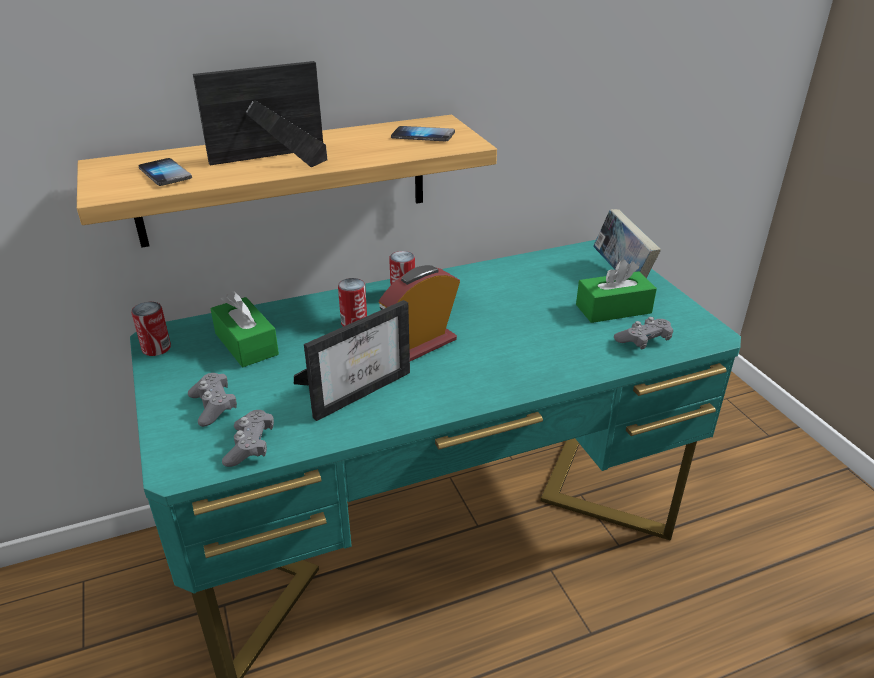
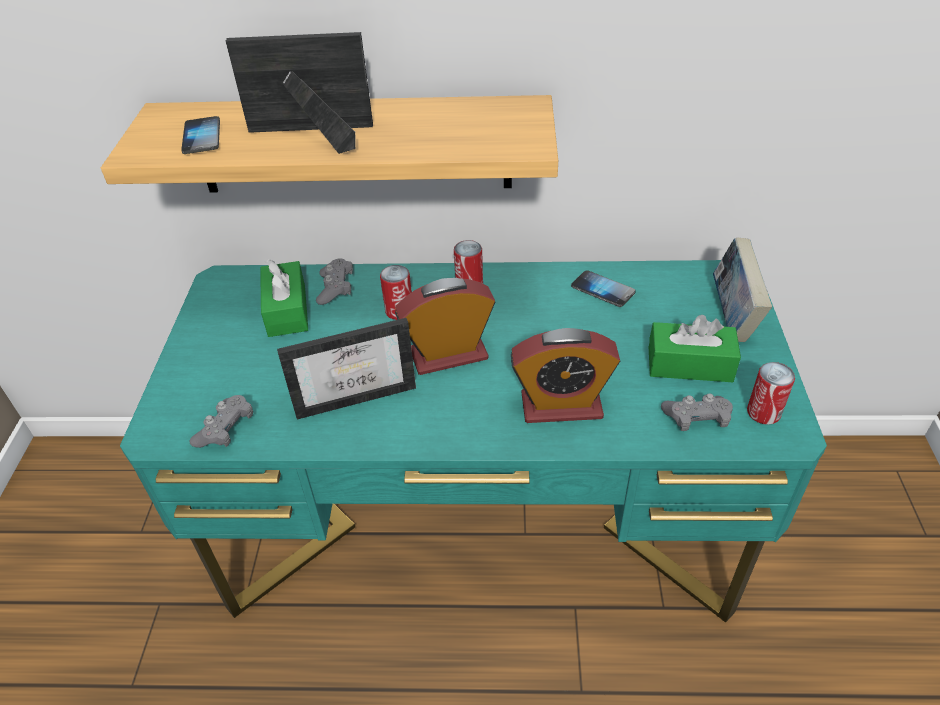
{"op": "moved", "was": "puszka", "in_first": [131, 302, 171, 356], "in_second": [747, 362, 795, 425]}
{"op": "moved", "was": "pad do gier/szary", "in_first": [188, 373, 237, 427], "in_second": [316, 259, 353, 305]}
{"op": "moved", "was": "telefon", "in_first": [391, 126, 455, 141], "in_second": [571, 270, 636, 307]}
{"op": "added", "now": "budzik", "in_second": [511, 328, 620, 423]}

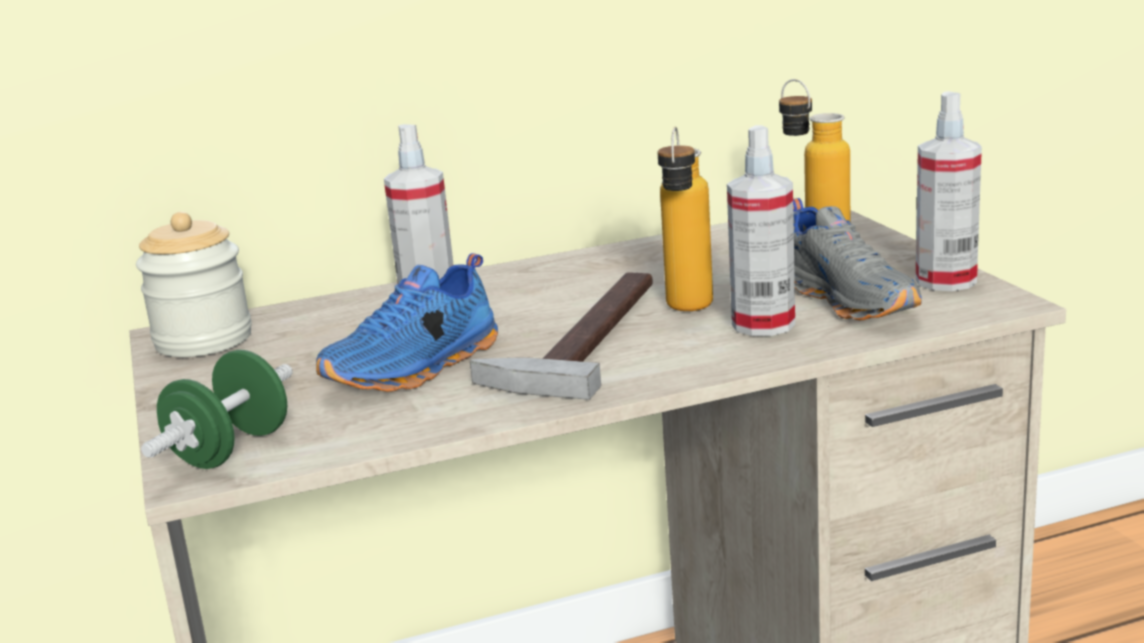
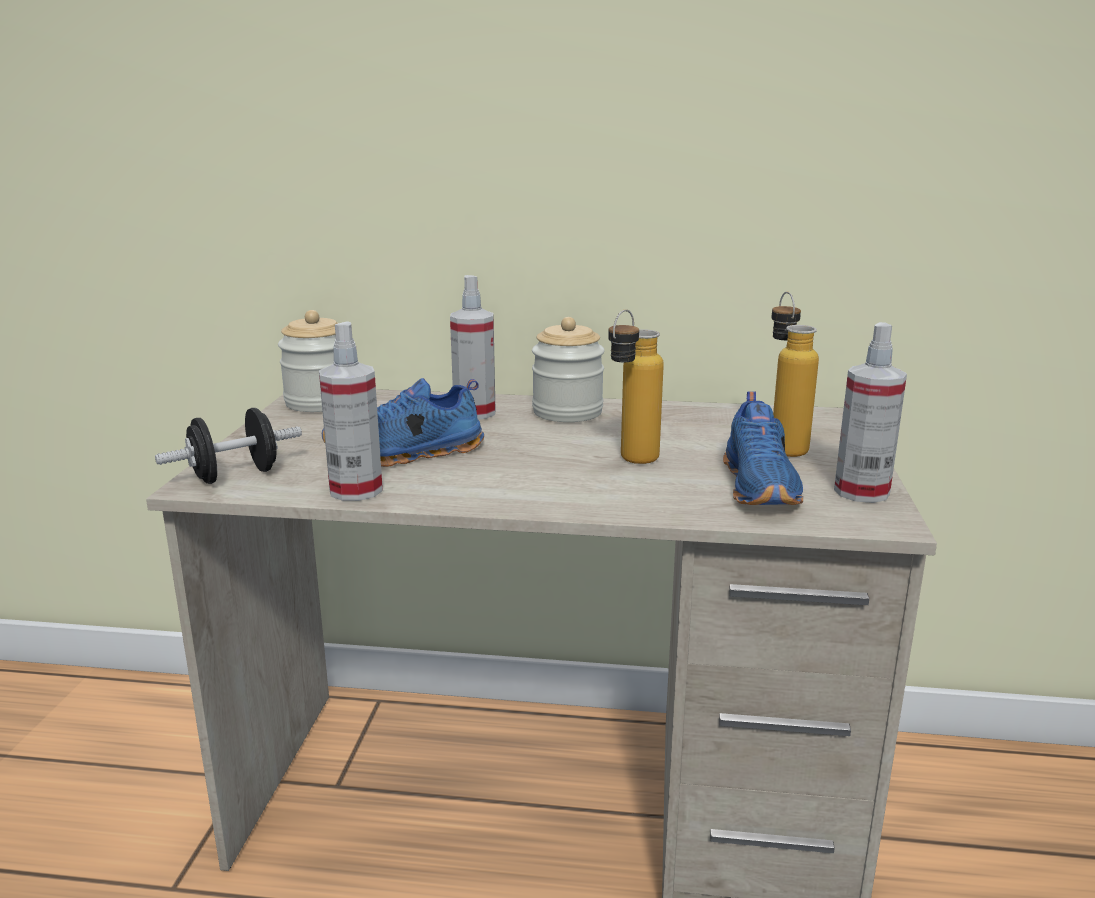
{"op": "recoloured", "was": "hantel/zielony", "now": "hantel/czarny", "in_first": [141, 350, 293, 469], "in_second": [155, 408, 302, 484]}
{"op": "removed", "was": "młotek", "in_first": [470, 272, 653, 400]}
{"op": "moved", "was": "spryskiwacz", "in_first": [727, 125, 795, 336], "in_second": [319, 321, 383, 501]}
{"op": "recoloured", "was": "but/szary", "now": "but/niebieski", "in_first": [793, 198, 922, 320], "in_second": [723, 391, 803, 505]}
{"op": "added", "now": "słoik", "in_second": [532, 317, 605, 422]}

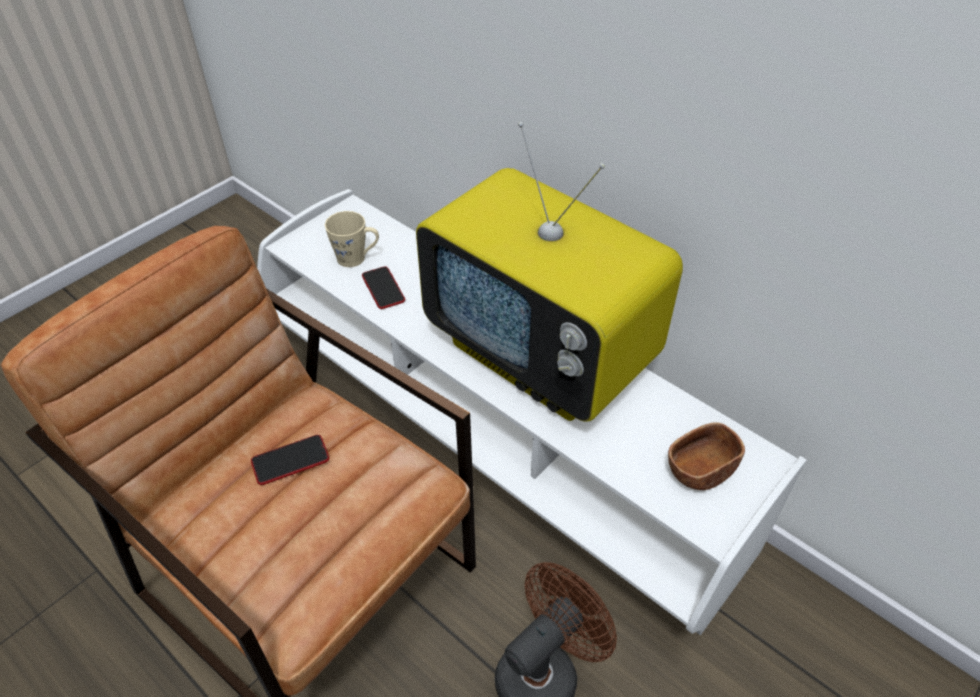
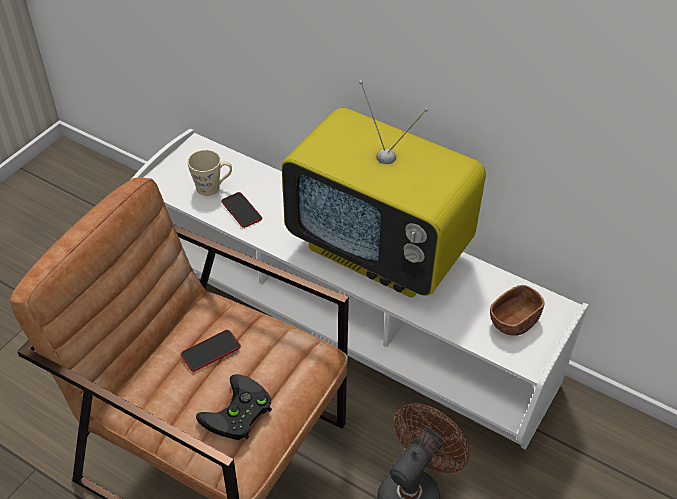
{"op": "added", "now": "pad do gier/czarny", "in_second": [196, 374, 272, 440]}

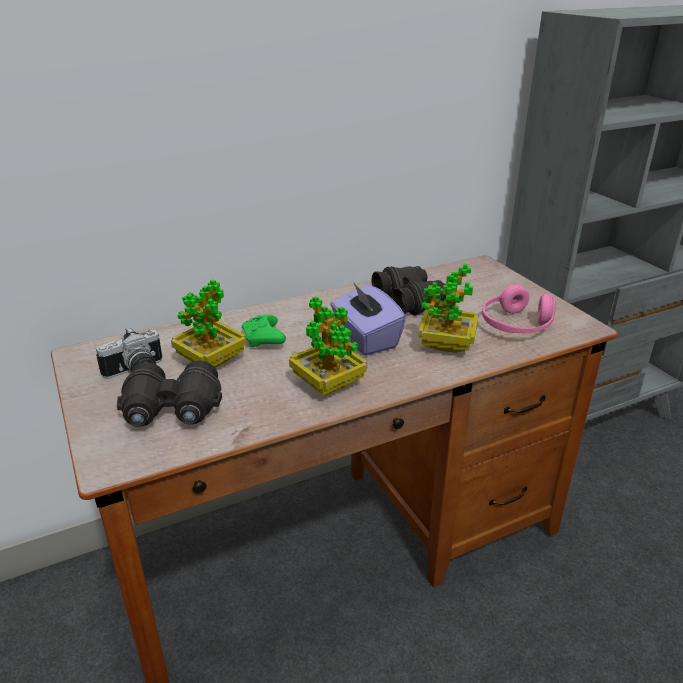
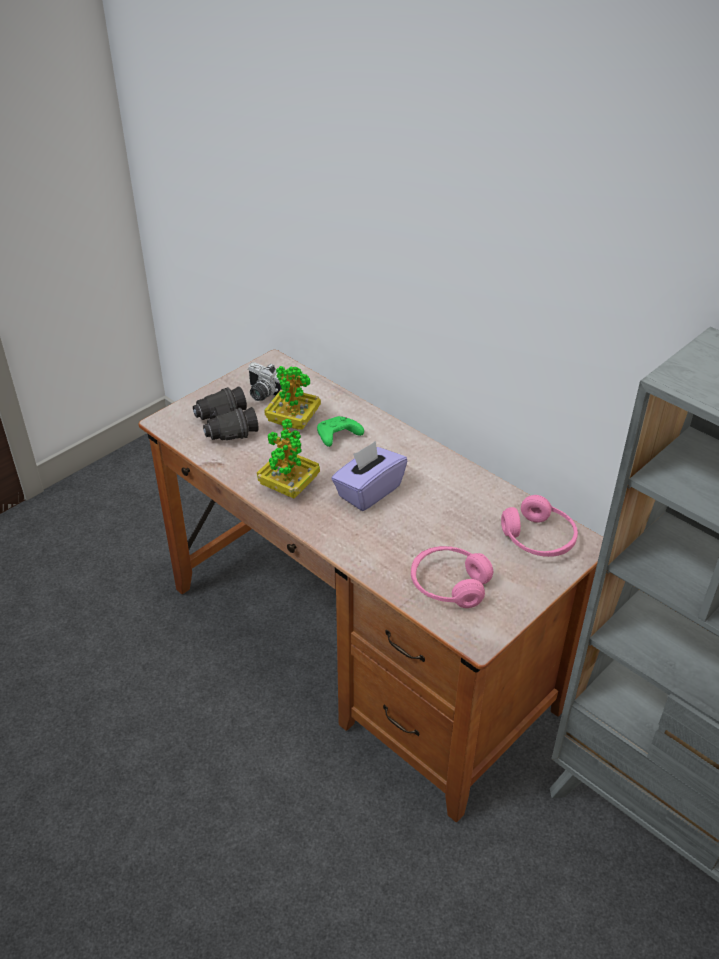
{"op": "removed", "was": "lornetka/czarny", "in_first": [371, 266, 447, 316]}
{"op": "removed", "was": "roślina doniczkowa", "in_first": [418, 264, 478, 353]}
{"op": "added", "now": "słuchawki/różowy", "in_second": [501, 495, 578, 557]}

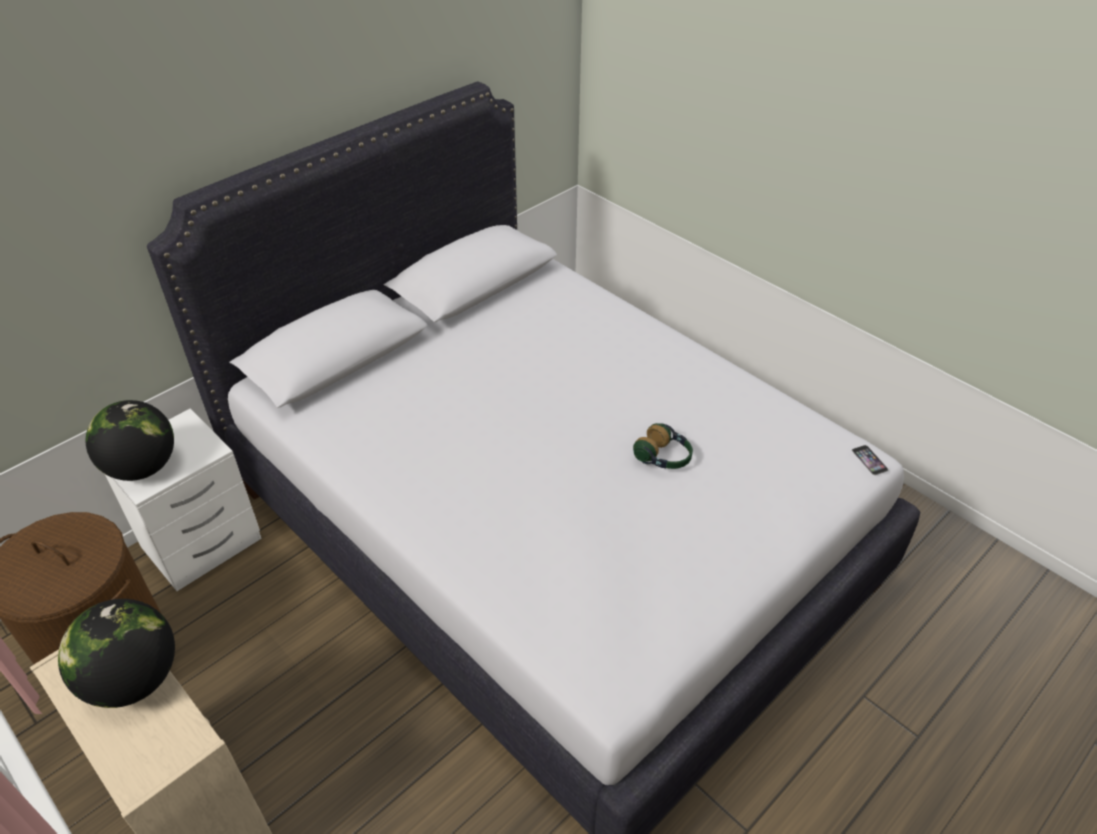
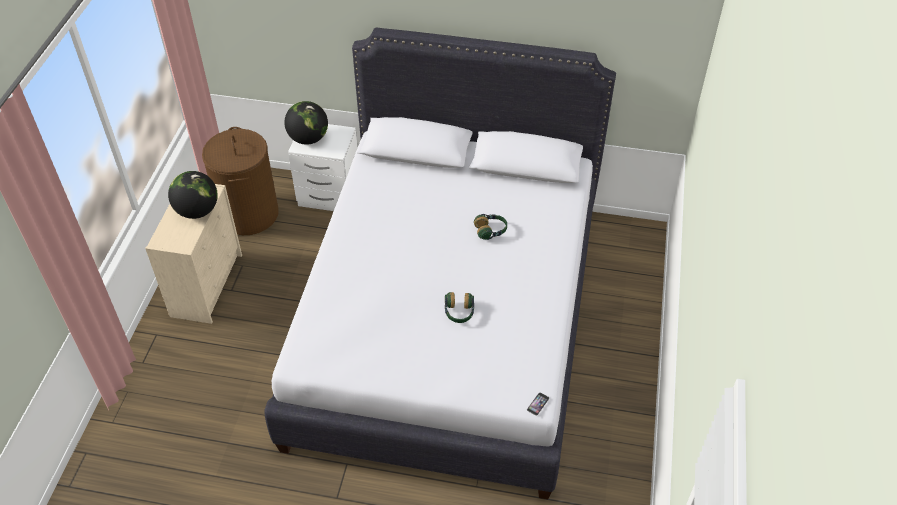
{"op": "added", "now": "słuchawki", "in_second": [474, 214, 507, 240]}

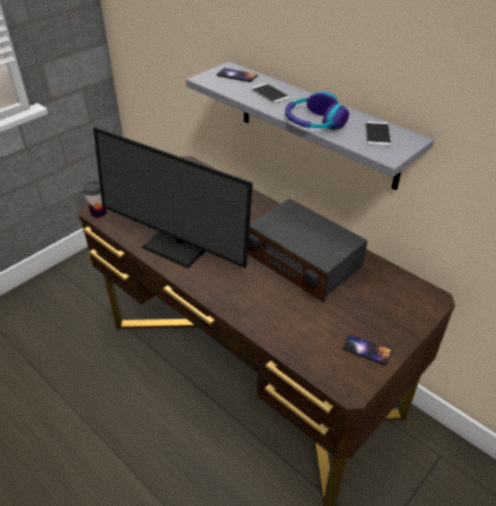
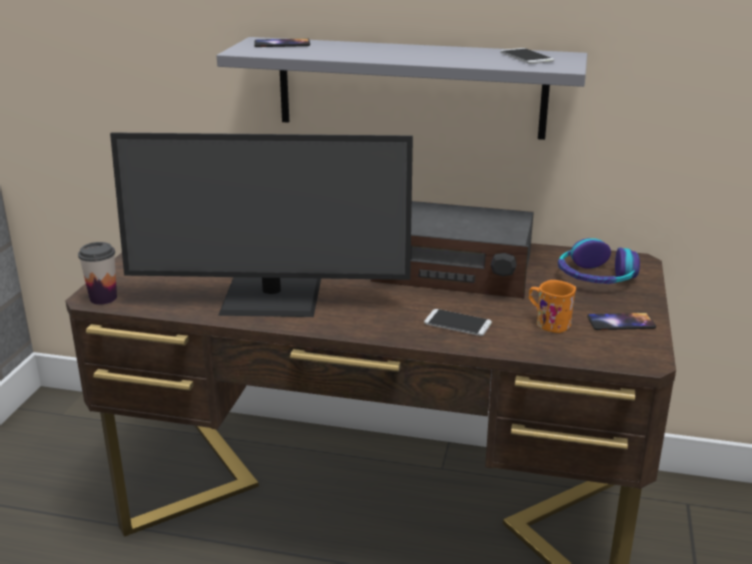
{"op": "moved", "was": "telefon", "in_first": [251, 83, 290, 104], "in_second": [424, 309, 492, 336]}
{"op": "moved", "was": "słuchawki", "in_first": [285, 91, 349, 130], "in_second": [558, 238, 640, 284]}
{"op": "added", "now": "kubek/pomarańczowy", "in_second": [529, 280, 576, 333]}

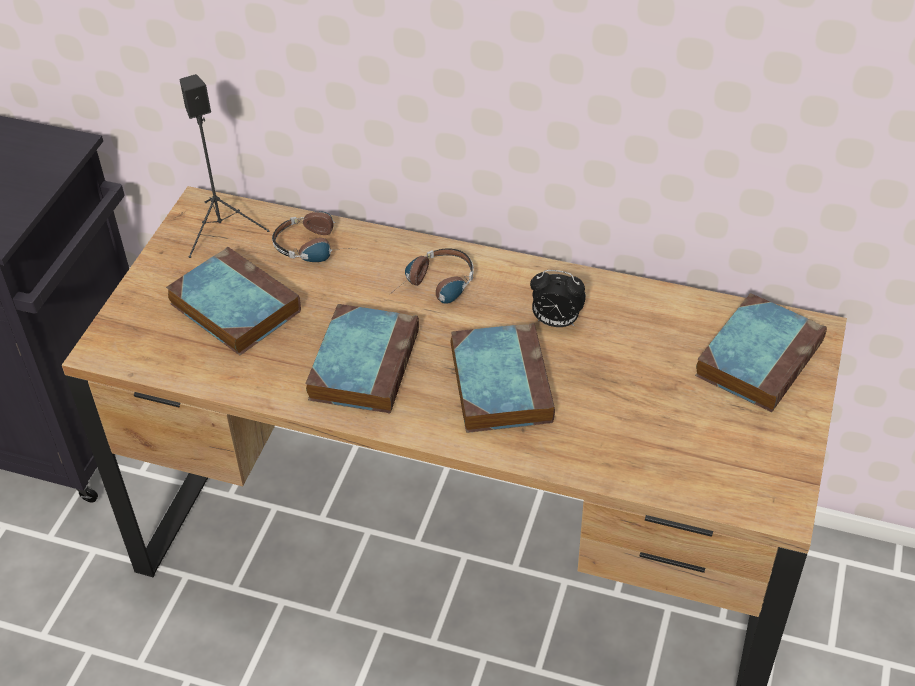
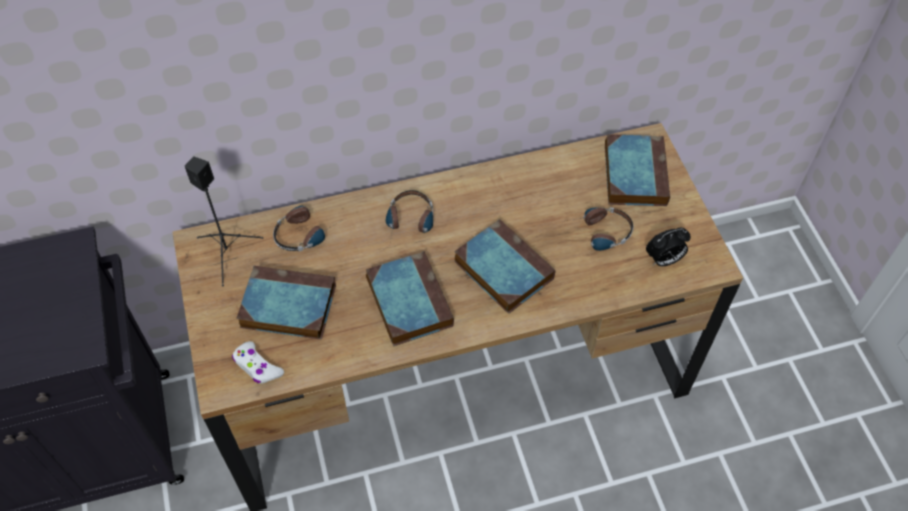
{"op": "moved", "was": "budzik", "in_first": [530, 270, 586, 327], "in_second": [646, 228, 691, 266]}
{"op": "added", "now": "pad do gier/biały", "in_second": [232, 341, 284, 384]}
{"op": "added", "now": "słuchawki", "in_second": [566, 207, 633, 251]}

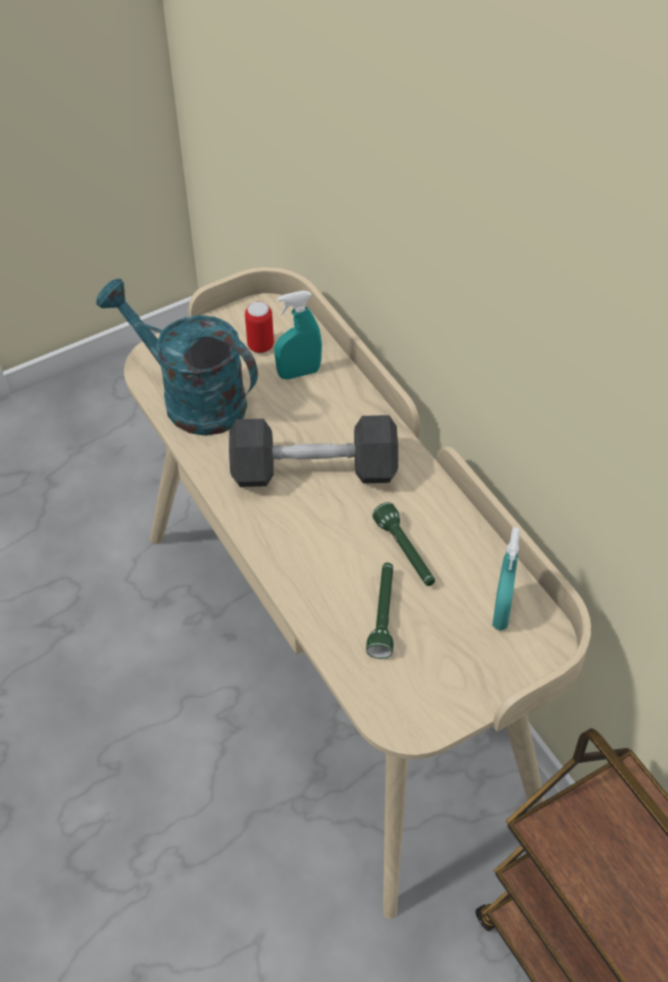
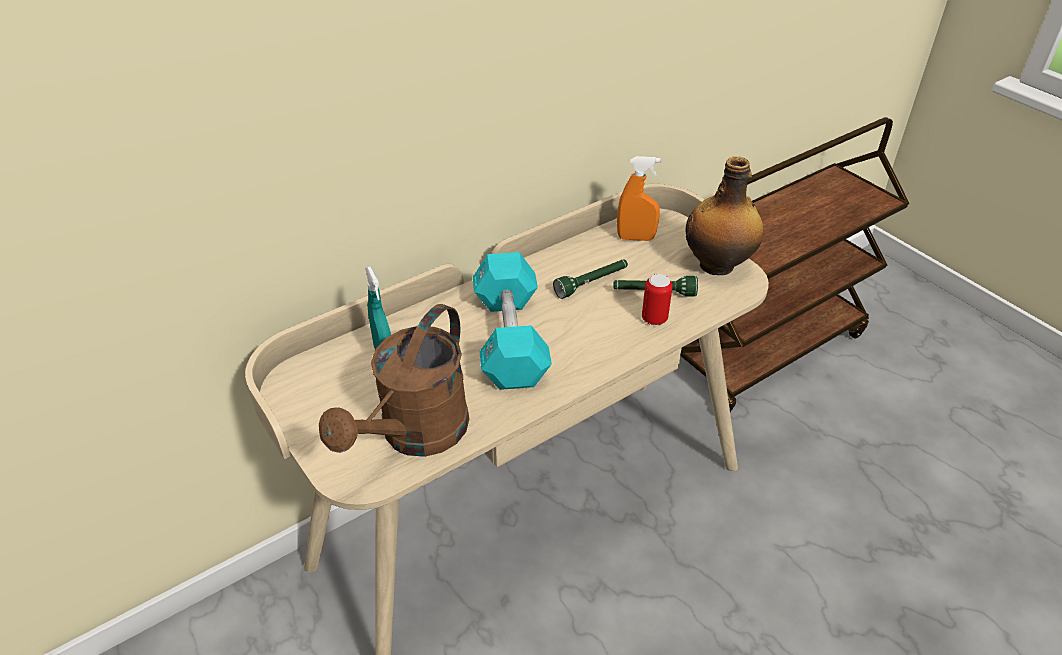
{"op": "recoloured", "was": "konewka/turkusowy", "now": "konewka/brązowy", "in_first": [96, 278, 258, 436], "in_second": [319, 304, 469, 457]}
{"op": "recoloured", "was": "hantel/czarny", "now": "hantel/turkusowy", "in_first": [229, 415, 398, 487], "in_second": [473, 252, 552, 390]}
{"op": "moved", "was": "puszka", "in_first": [245, 301, 274, 353], "in_second": [642, 274, 673, 325]}
{"op": "recoloured", "was": "spryskiwacz/turkusowy", "now": "spryskiwacz/pomarańczowy", "in_first": [492, 527, 520, 630], "in_second": [617, 156, 661, 241]}
{"op": "added", "now": "butelka", "in_second": [685, 156, 764, 275]}

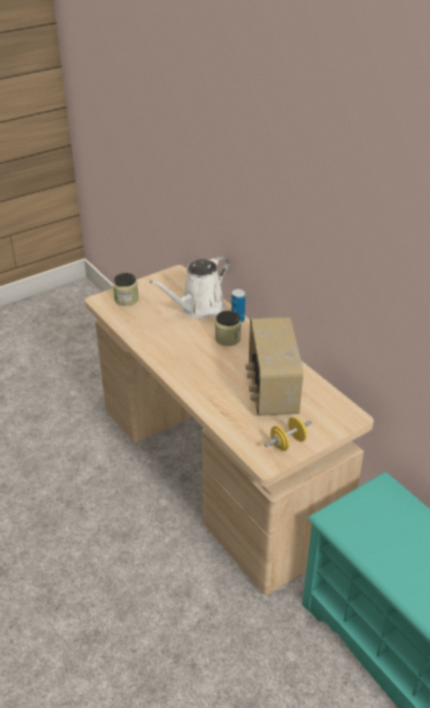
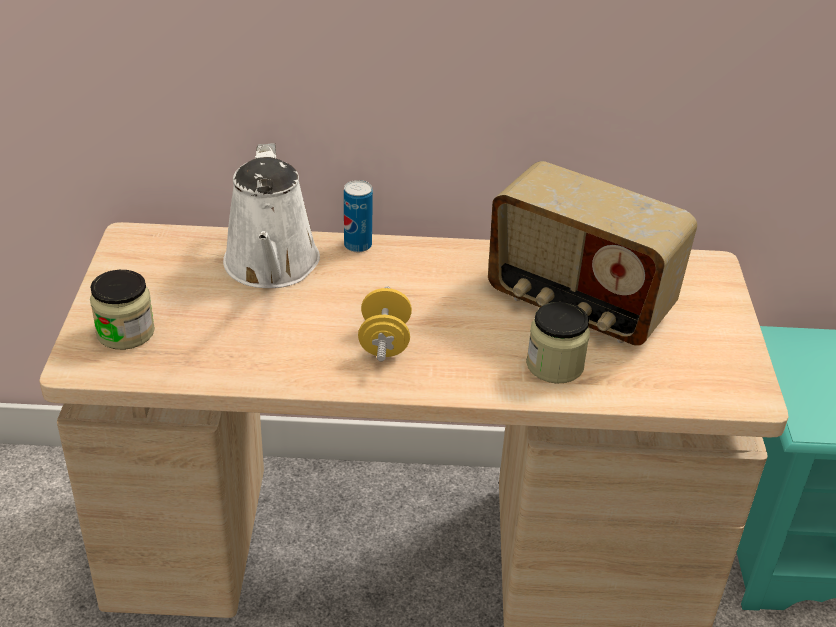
{"op": "moved", "was": "słoik", "in_first": [215, 311, 241, 346], "in_second": [526, 302, 590, 383]}
{"op": "moved", "was": "hantel/żółty", "in_first": [264, 417, 312, 451], "in_second": [358, 286, 412, 362]}

